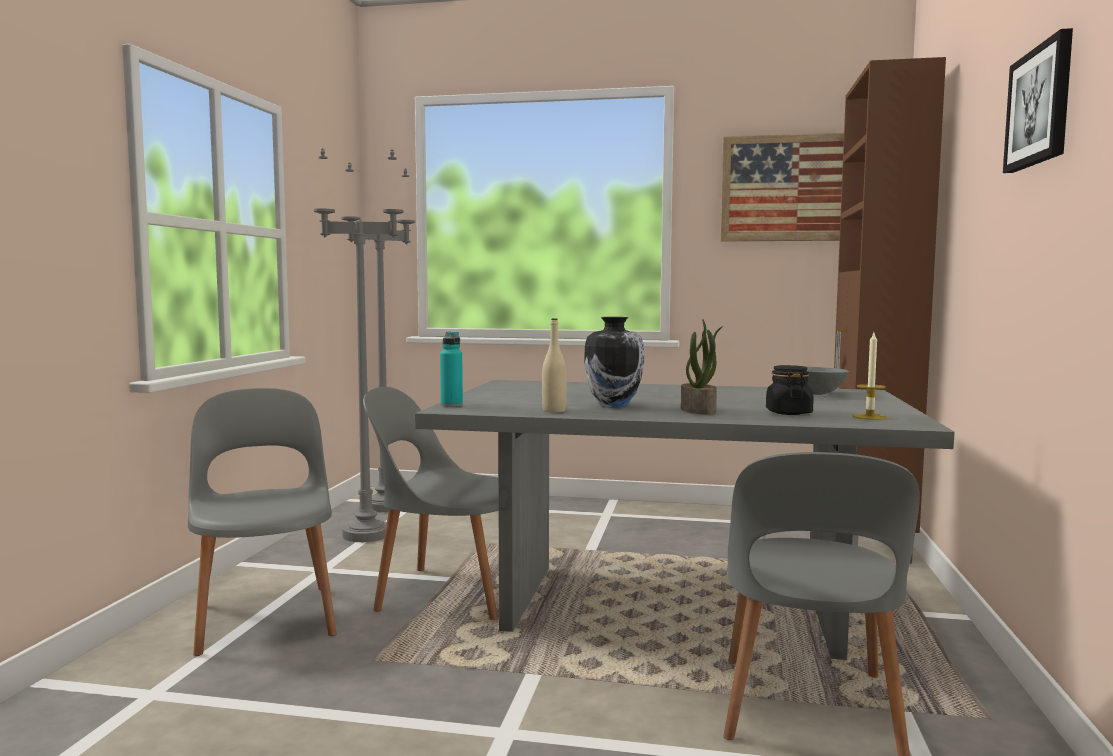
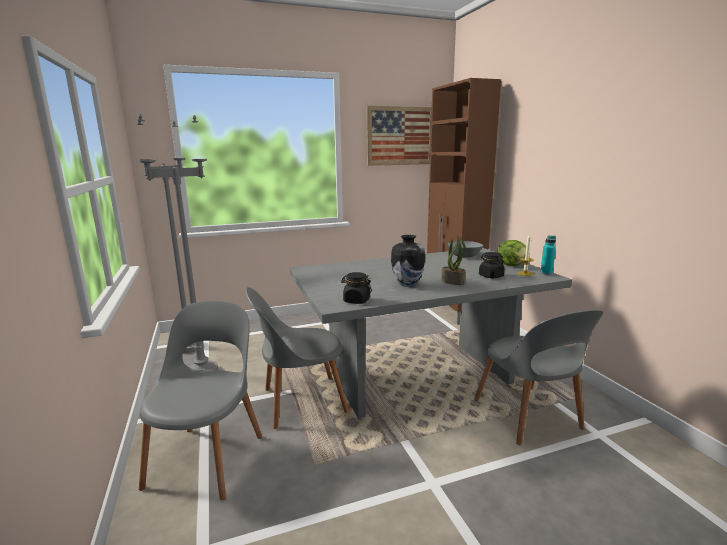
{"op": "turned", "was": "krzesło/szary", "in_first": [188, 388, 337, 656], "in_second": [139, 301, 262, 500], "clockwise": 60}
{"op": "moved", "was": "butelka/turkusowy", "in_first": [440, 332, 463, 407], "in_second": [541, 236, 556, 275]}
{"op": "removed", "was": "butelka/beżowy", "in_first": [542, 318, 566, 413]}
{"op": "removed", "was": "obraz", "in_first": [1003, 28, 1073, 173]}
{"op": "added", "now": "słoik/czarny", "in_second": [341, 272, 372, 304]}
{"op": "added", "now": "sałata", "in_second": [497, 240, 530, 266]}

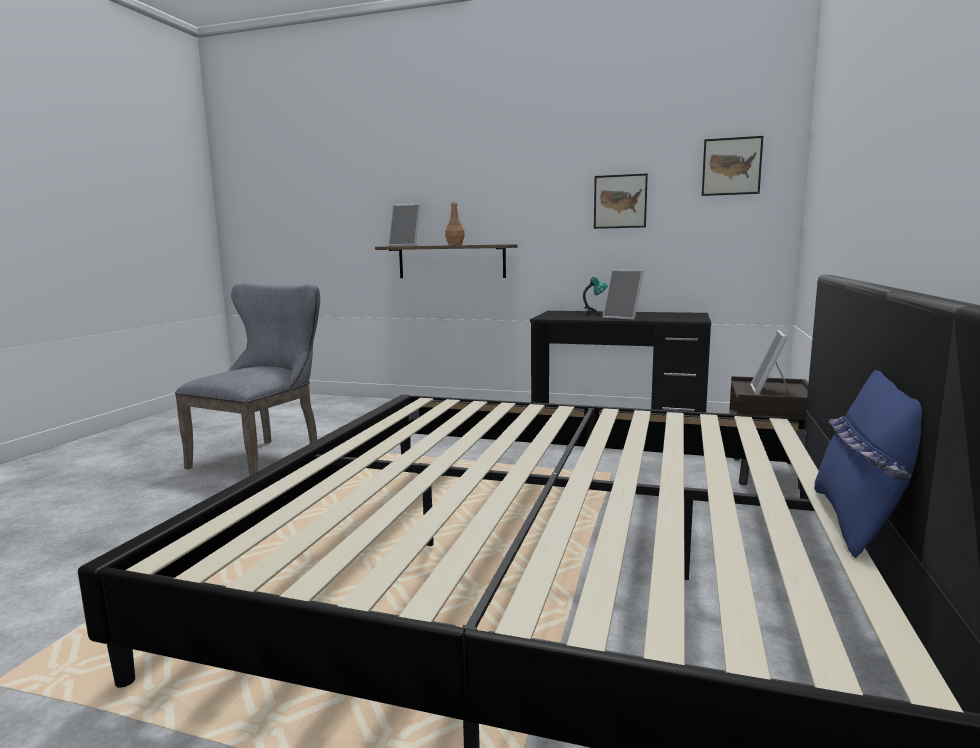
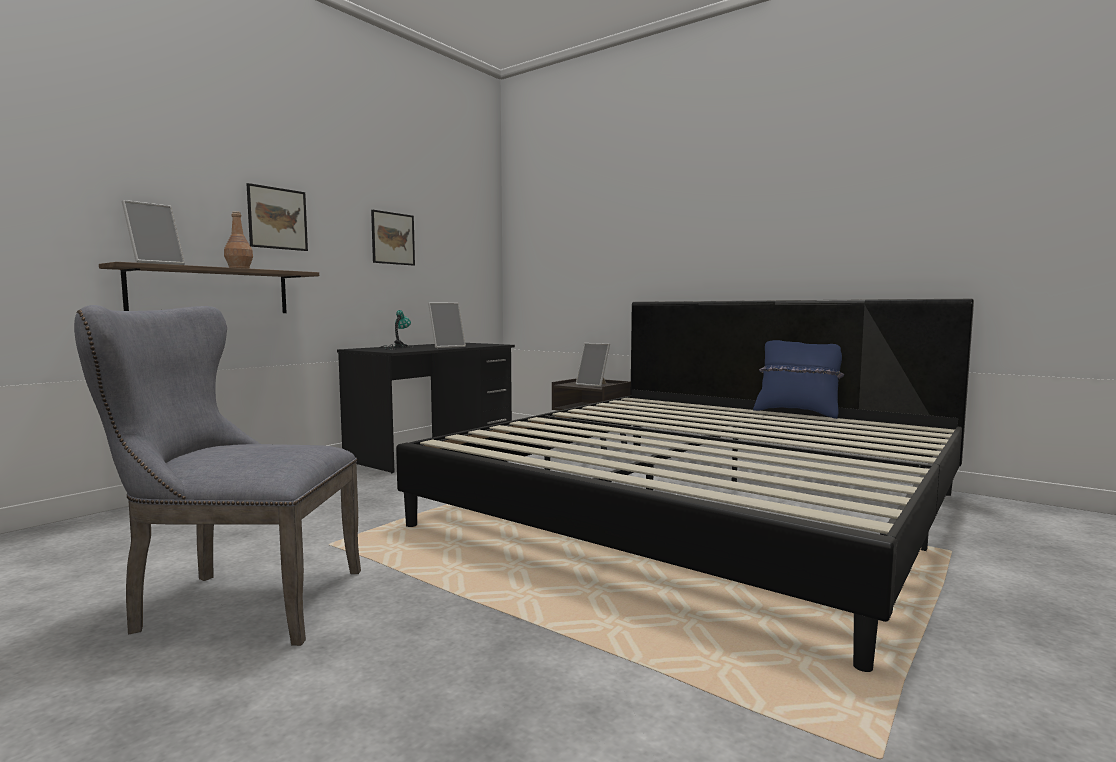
{"op": "turned", "was": "krzesło/szary", "in_first": [175, 283, 320, 476], "in_second": [74, 305, 361, 646], "clockwise": -45}
{"op": "moved", "was": "obraz", "in_first": [702, 136, 763, 196], "in_second": [247, 183, 308, 251]}

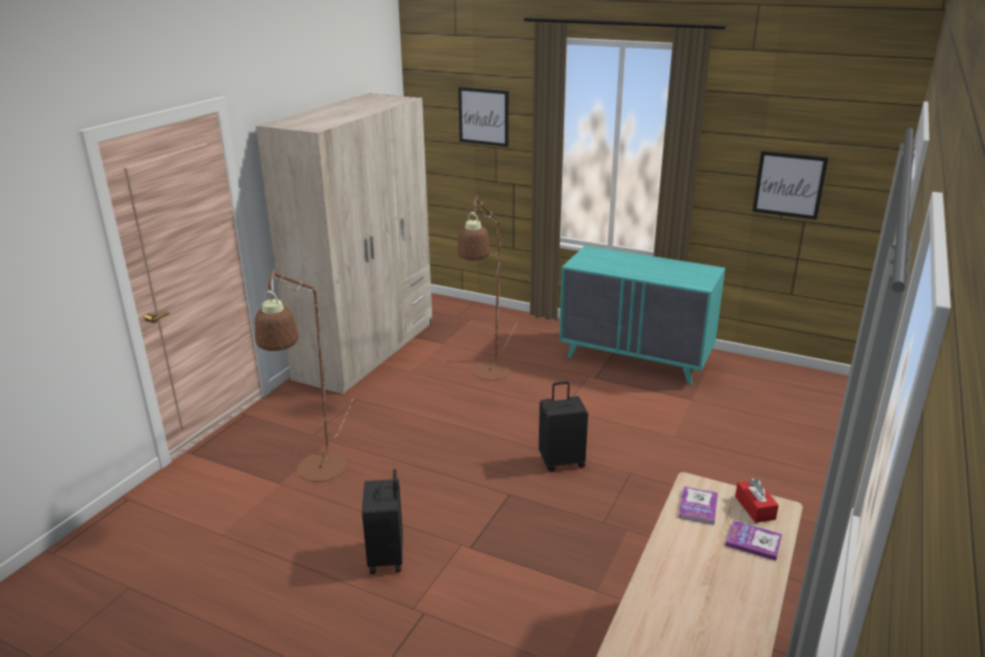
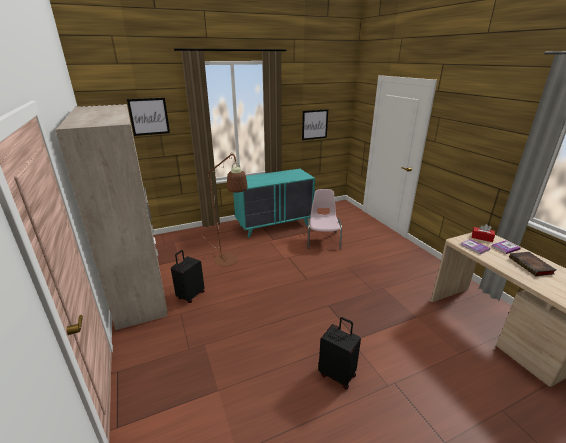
{"op": "removed", "was": "lampa stojąca/brązowy", "in_first": [255, 270, 354, 482]}
{"op": "moved", "was": "walizka/czarny", "in_first": [539, 381, 588, 472], "in_second": [171, 250, 205, 303]}
{"op": "added", "now": "krzesło/różowy", "in_second": [307, 189, 342, 249]}
{"op": "added", "now": "książka", "in_second": [509, 252, 557, 276]}

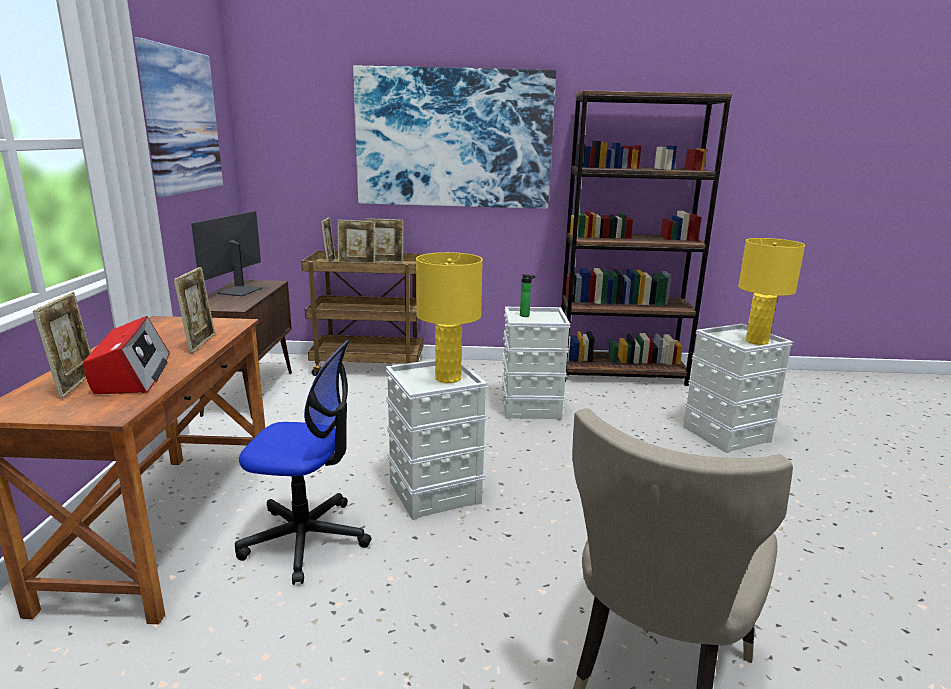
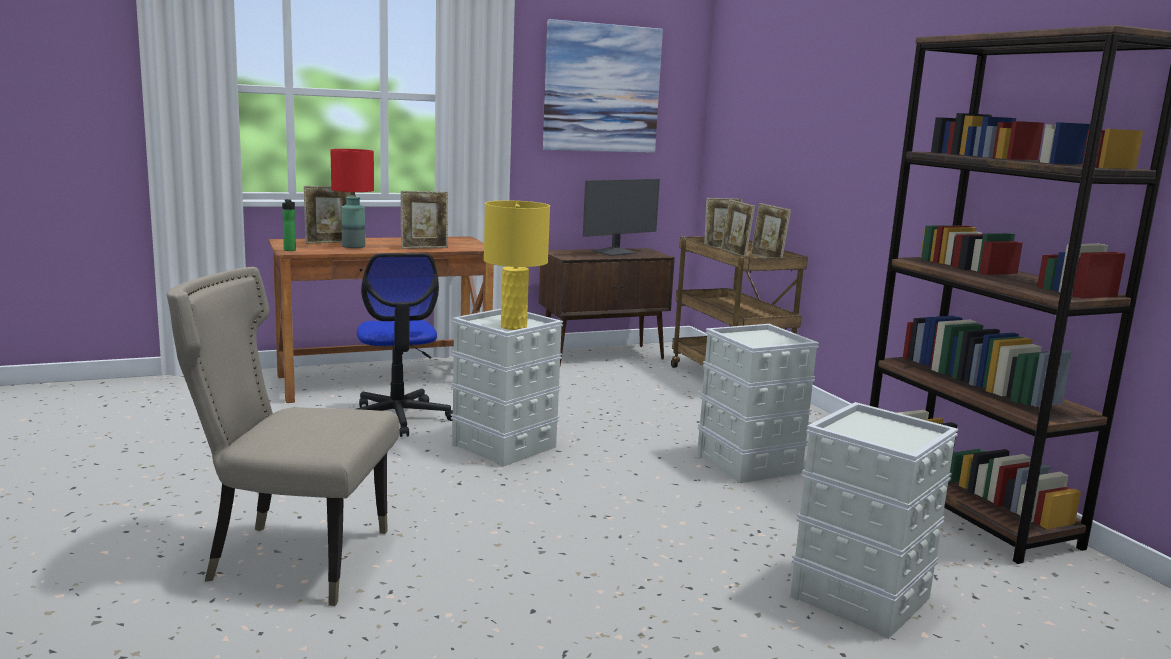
{"op": "replaced", "was": "radio", "now": "lampa stołowa/czerwony", "in_first": [84, 316, 170, 394], "in_second": [331, 149, 374, 248]}
{"op": "turned", "was": "monitor", "in_first": [191, 211, 263, 296], "in_second": [583, 179, 660, 256], "clockwise": 150}
{"op": "removed", "was": "obraz", "in_first": [353, 66, 556, 209]}
{"op": "moved", "was": "butelka", "in_first": [520, 274, 536, 317], "in_second": [282, 199, 296, 251]}
{"op": "removed", "was": "lampa stołowa/żółty", "in_first": [738, 238, 805, 345]}

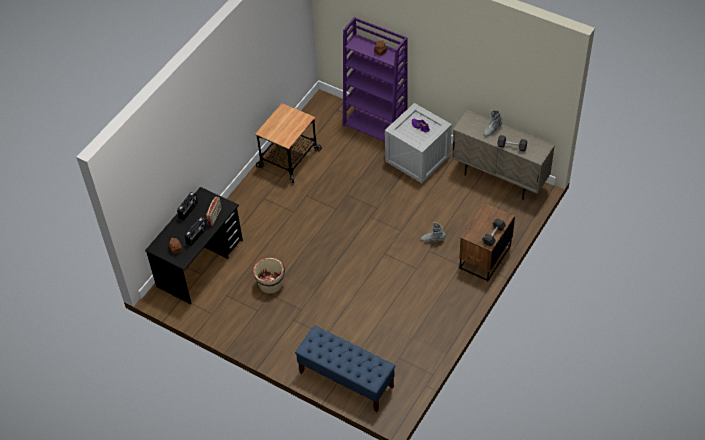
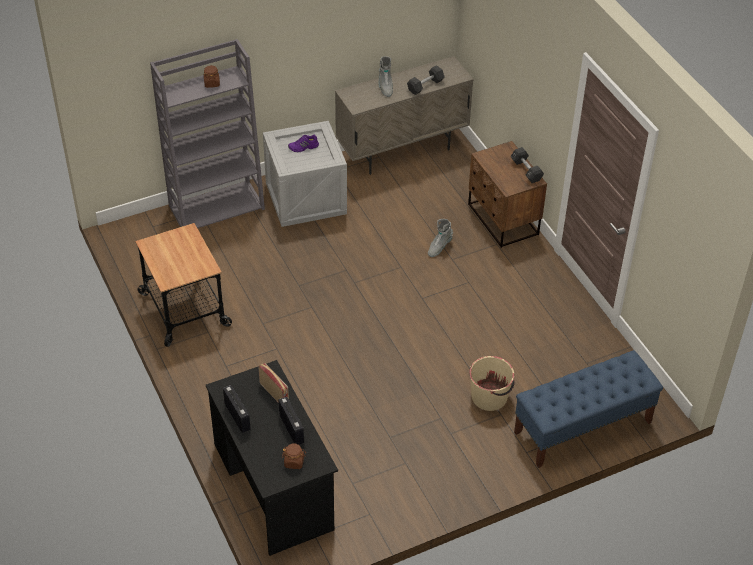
{"op": "moved", "was": "wiadro/beżowy", "in_first": [254, 258, 285, 294], "in_second": [469, 356, 515, 411]}
{"op": "recoloured", "was": "regał/fioletowy", "now": "regał/szary", "in_first": [343, 17, 408, 142], "in_second": [150, 39, 265, 228]}

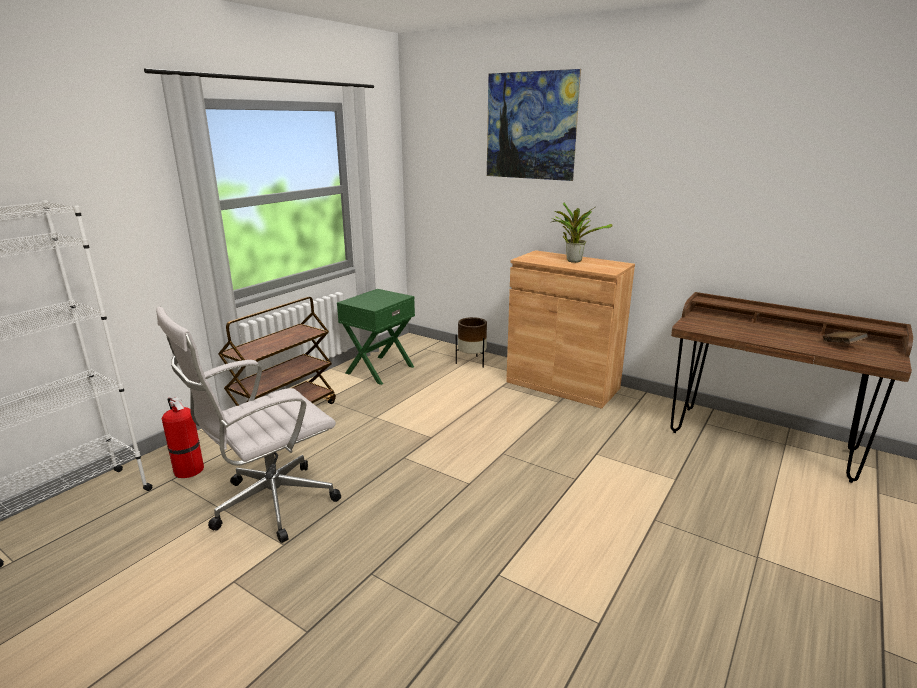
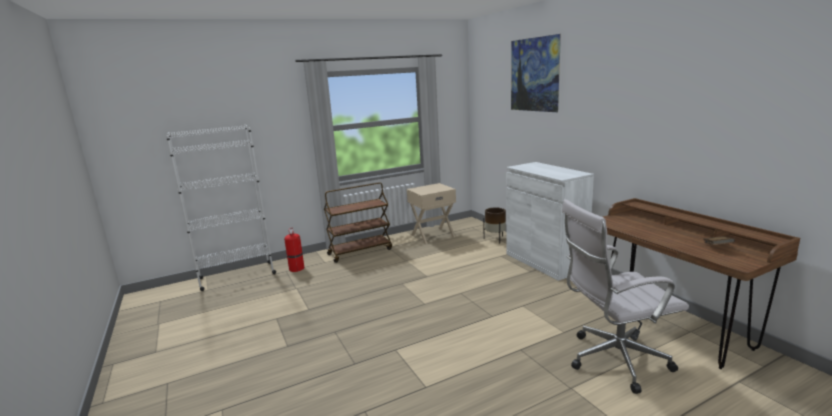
{"op": "moved", "was": "krzesło biurowe/biały", "in_first": [156, 307, 341, 543], "in_second": [562, 199, 689, 394]}
{"op": "recoloured", "was": "szafka nocna/zielony", "now": "szafka nocna/beżowy", "in_first": [337, 289, 415, 385], "in_second": [407, 183, 456, 244]}
{"op": "recoloured", "was": "szafka/brązowy", "now": "szafka/biały", "in_first": [506, 250, 635, 409], "in_second": [506, 162, 594, 281]}
{"op": "removed", "was": "roślina doniczkowa", "in_first": [550, 202, 613, 263]}

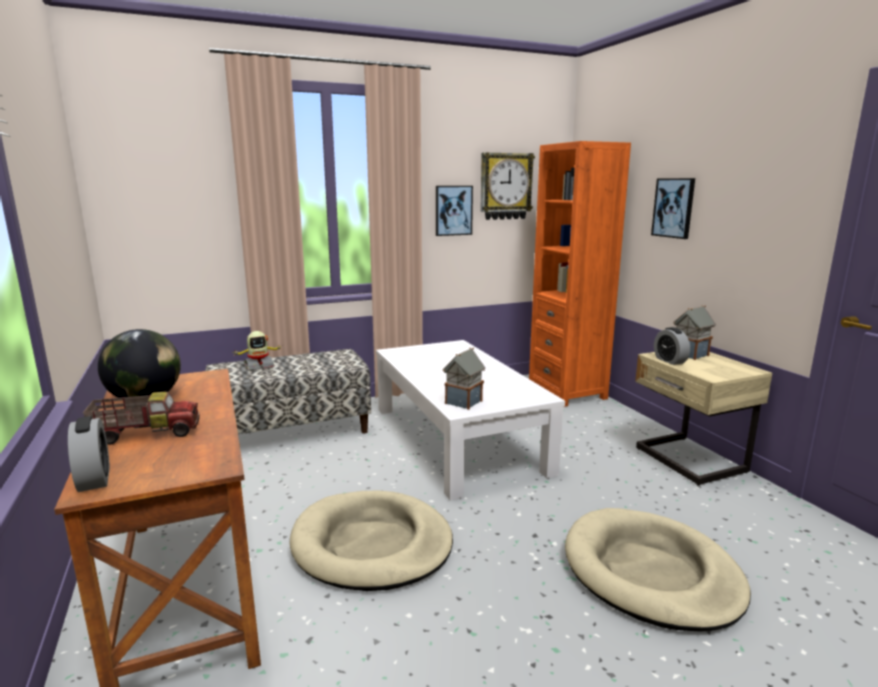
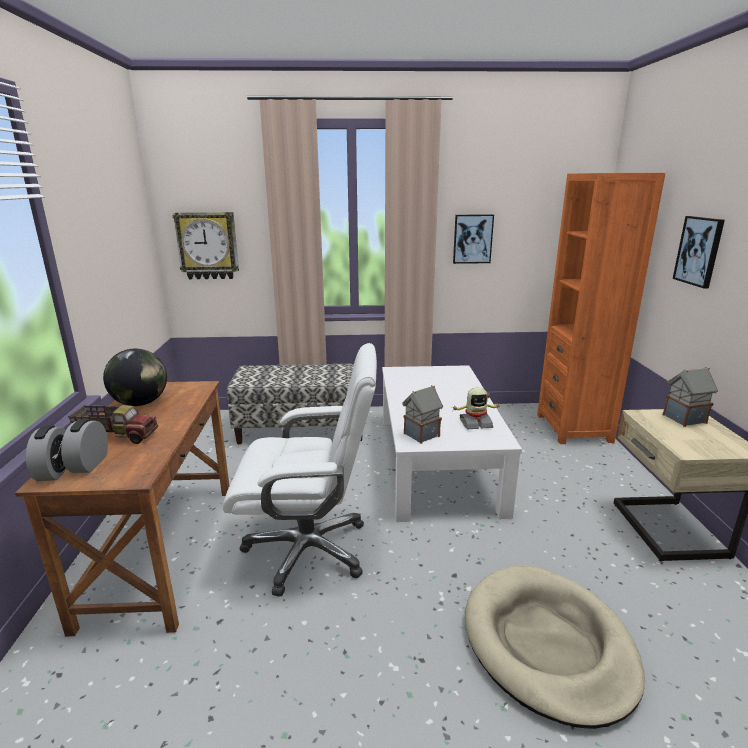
{"op": "moved", "was": "robot zabawkowy", "in_first": [232, 331, 282, 371], "in_second": [452, 387, 501, 429]}
{"op": "replaced", "was": "legowisko/beżowy", "now": "krzesło biurowe/biały", "in_first": [290, 491, 453, 591], "in_second": [223, 343, 377, 597]}
{"op": "moved", "was": "zegar ścienny", "in_first": [480, 152, 535, 220], "in_second": [172, 212, 239, 279]}
{"op": "moved", "was": "budzik", "in_first": [654, 327, 690, 365], "in_second": [61, 419, 108, 473]}

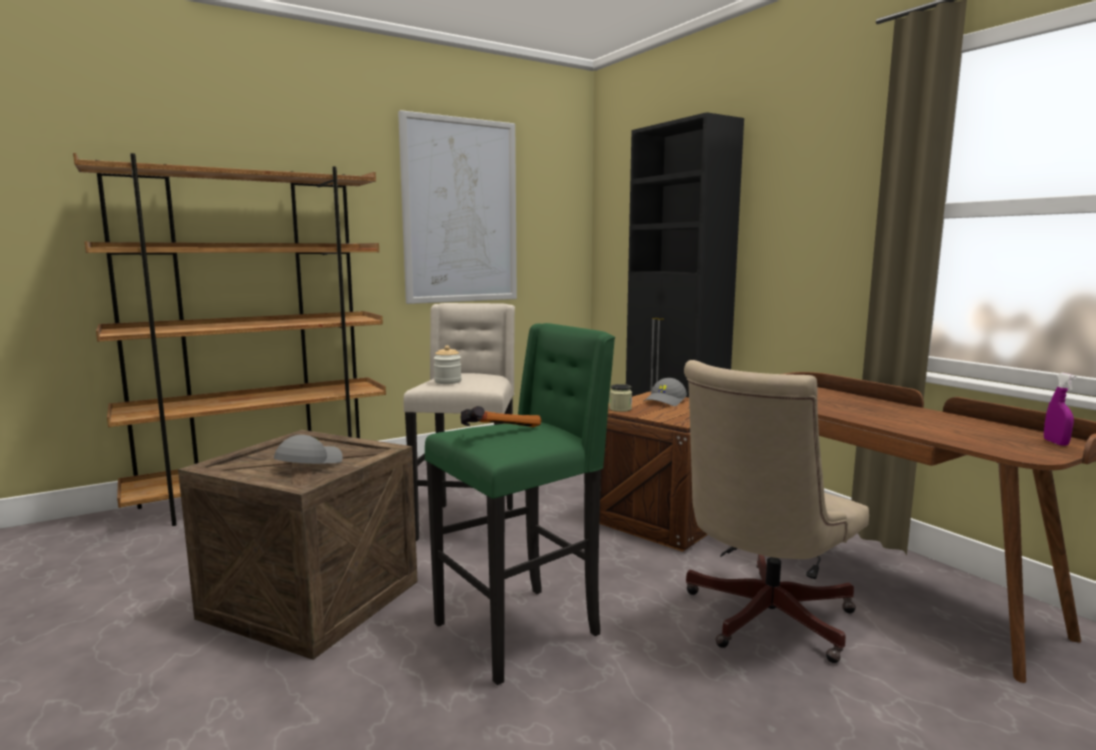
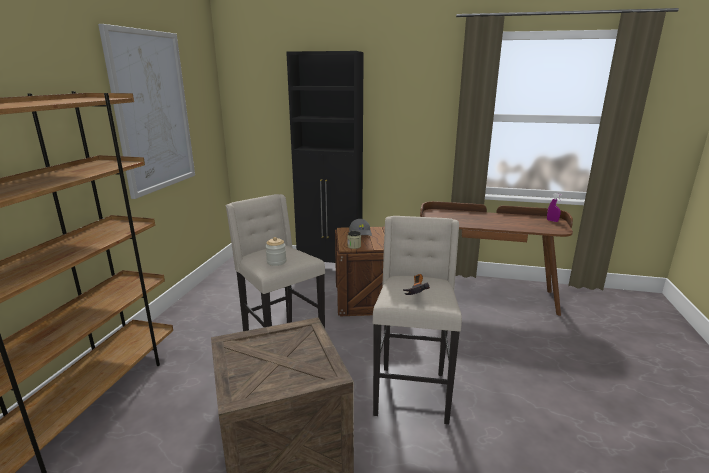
{"op": "removed", "was": "czapka z daszkiem/szary", "in_first": [274, 435, 343, 464]}
{"op": "recoloured", "was": "stołek/zielony", "now": "stołek/beżowy", "in_first": [425, 323, 615, 685], "in_second": [373, 216, 462, 424]}
{"op": "removed", "was": "krzesło biurowe/beżowy", "in_first": [684, 360, 869, 663]}

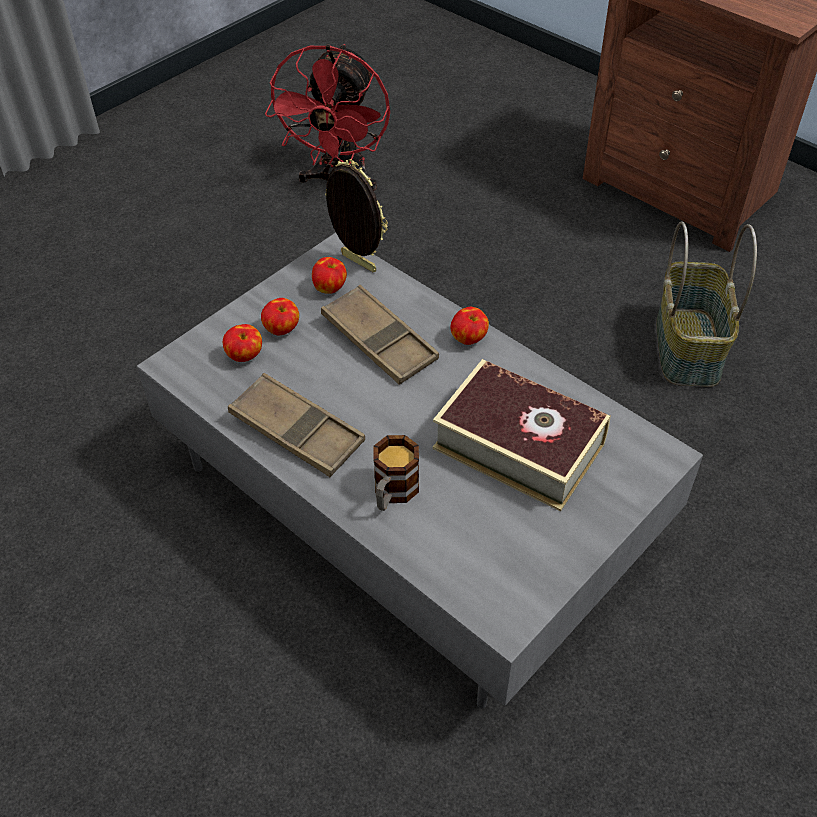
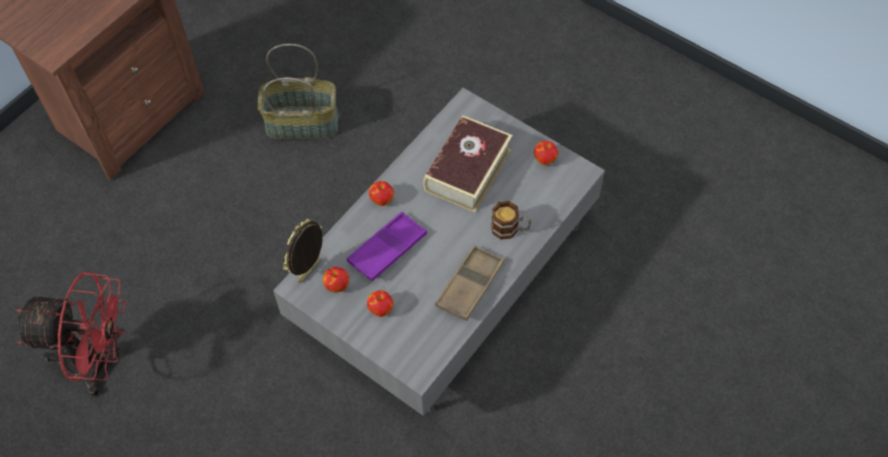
{"op": "moved", "was": "jabłko", "in_first": [223, 324, 262, 362], "in_second": [534, 141, 558, 165]}
{"op": "recoloured", "was": "taca/brązowy", "now": "taca/fioletowy", "in_first": [321, 285, 439, 385], "in_second": [347, 212, 427, 281]}

